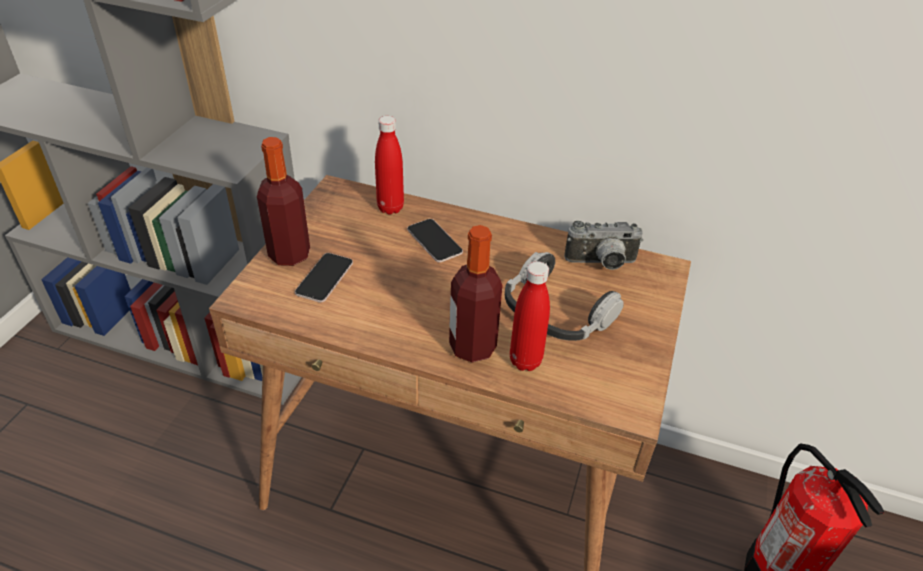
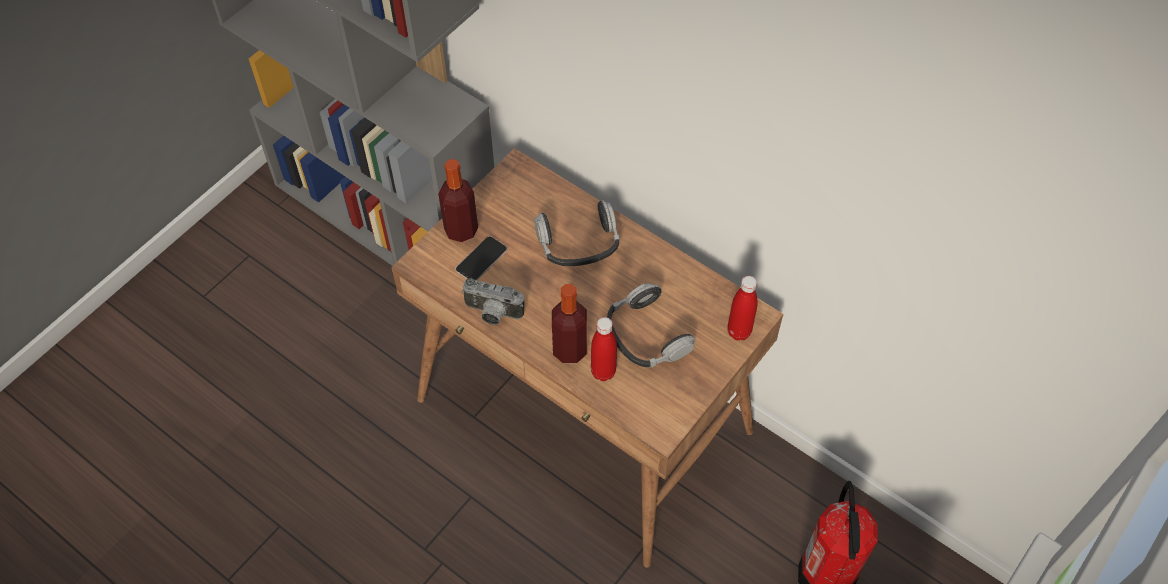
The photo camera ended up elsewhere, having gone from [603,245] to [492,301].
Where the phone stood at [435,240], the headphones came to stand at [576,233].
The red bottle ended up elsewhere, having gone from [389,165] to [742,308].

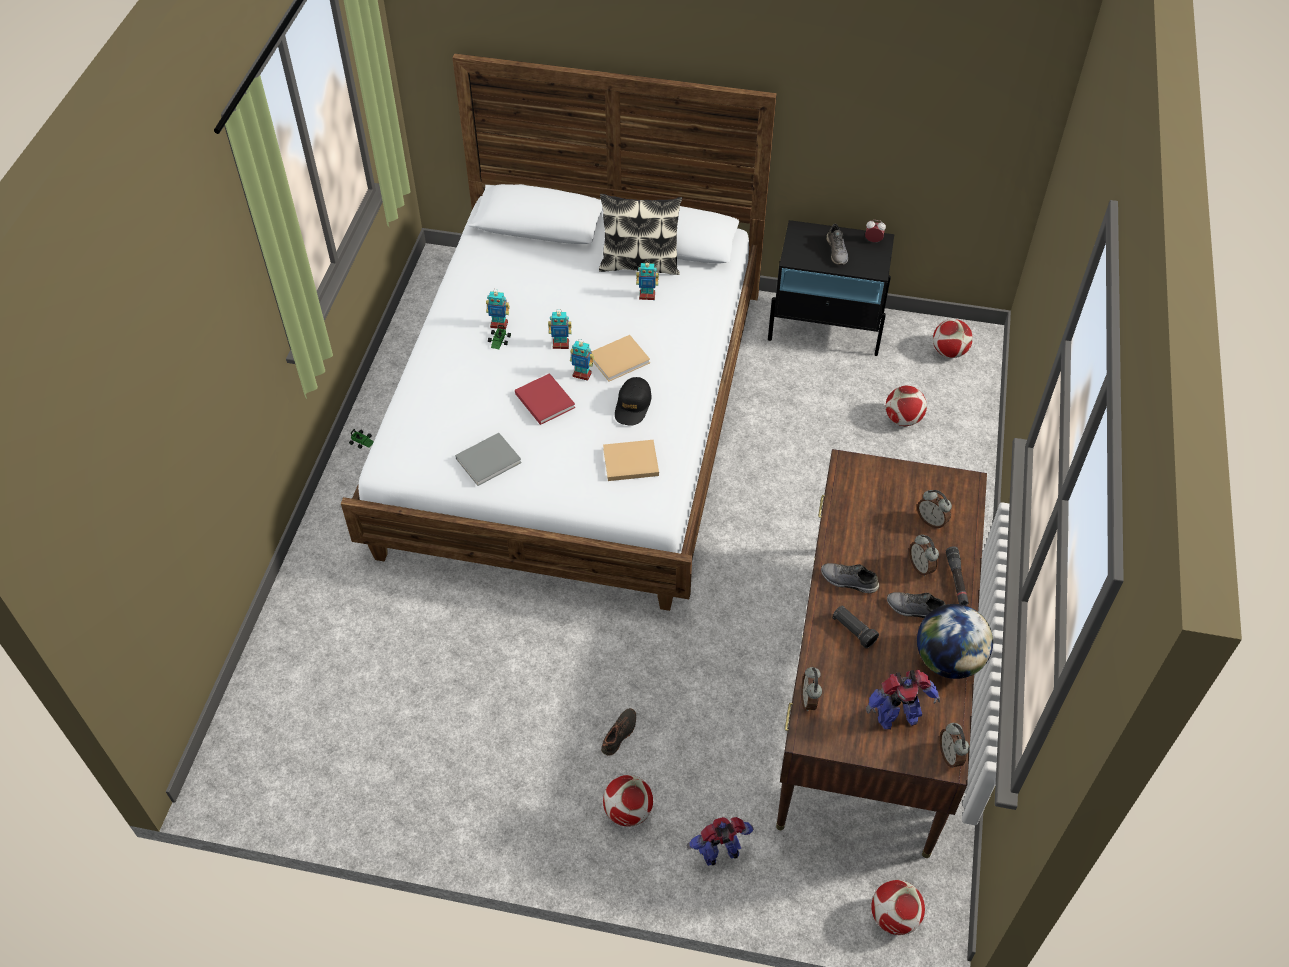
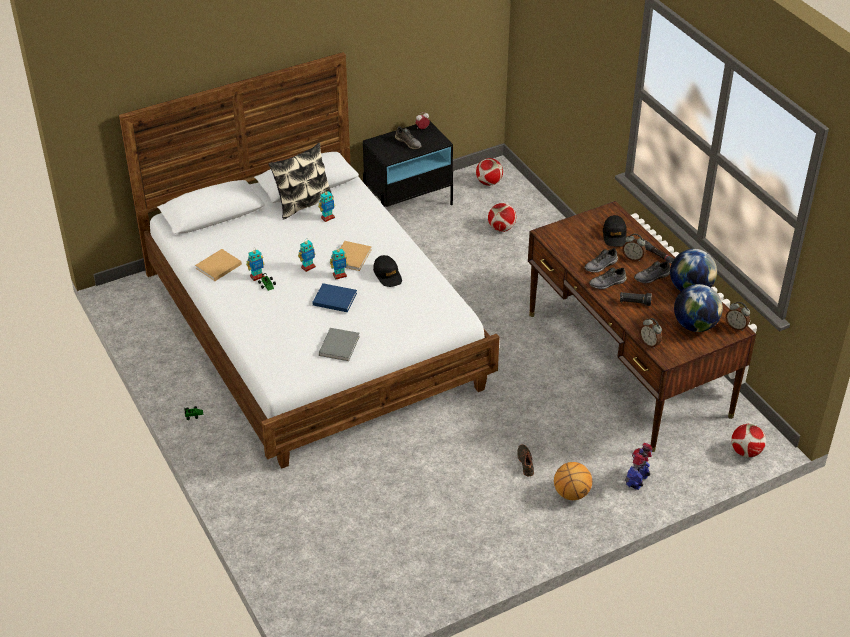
The beige book ended up elsewhere, having gone from [631,460] to [218,265].
What was the red book at [545,399] turned into the blue book at [335,297].
Where the football stood at [628,800], the basketball came to stand at [573,481].
The second view gained the grey shoe at [601,260].
Where the alarm clock stood at [934,509], the black cap came to stand at [615,231].
Where the toy robot stood at [903,699], the globe came to stand at [698,308].

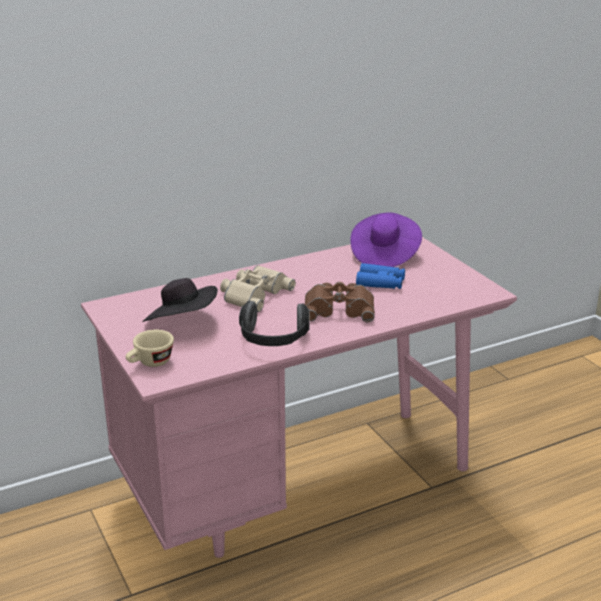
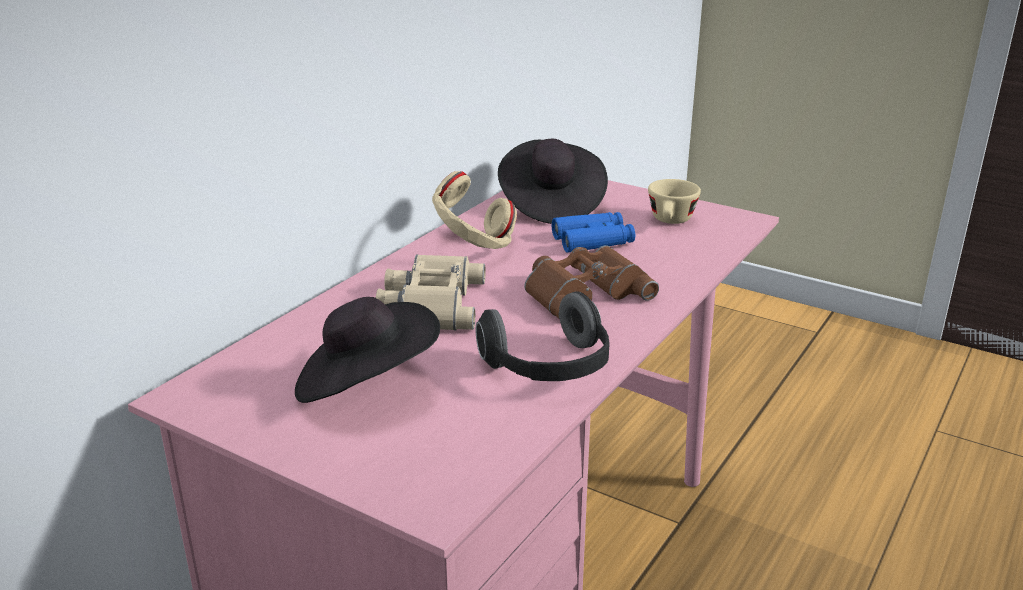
The second view gained the beige headphones at [474,210].
What was the purple hat at [386,239] turned into the black hat at [553,181].
The beige cup ended up elsewhere, having gone from [150,348] to [674,201].

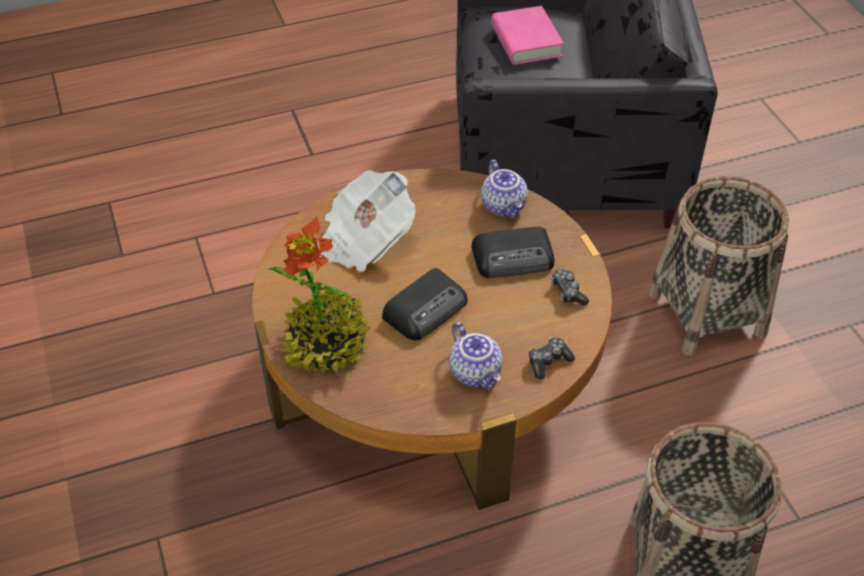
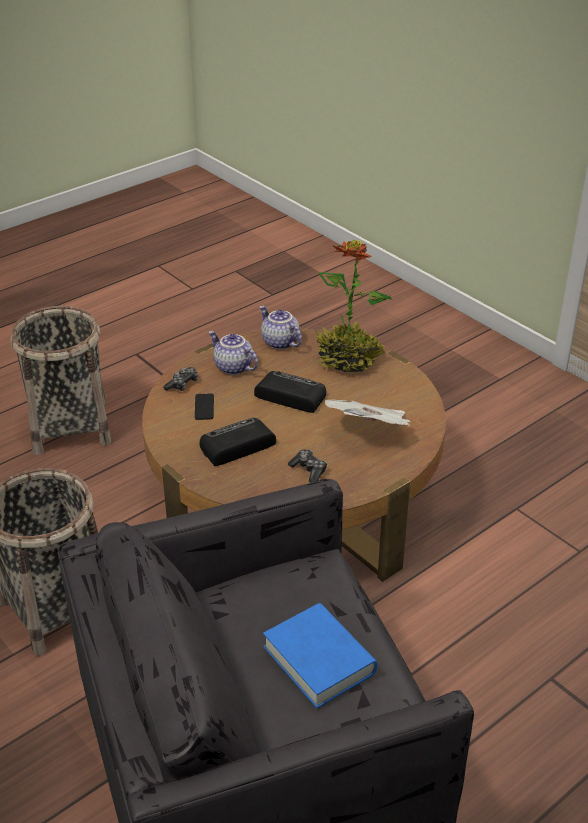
The second view gained the phone at [204,406].
The radio at [425,304] ended up facing another way, 90 degrees clockwise from before.
The teapot ended up elsewhere, having gone from [504,189] to [281,328].
What was the pink book at [527,35] turned into the blue book at [320,655].
The game controller ended up elsewhere, having gone from [570,287] to [307,466].

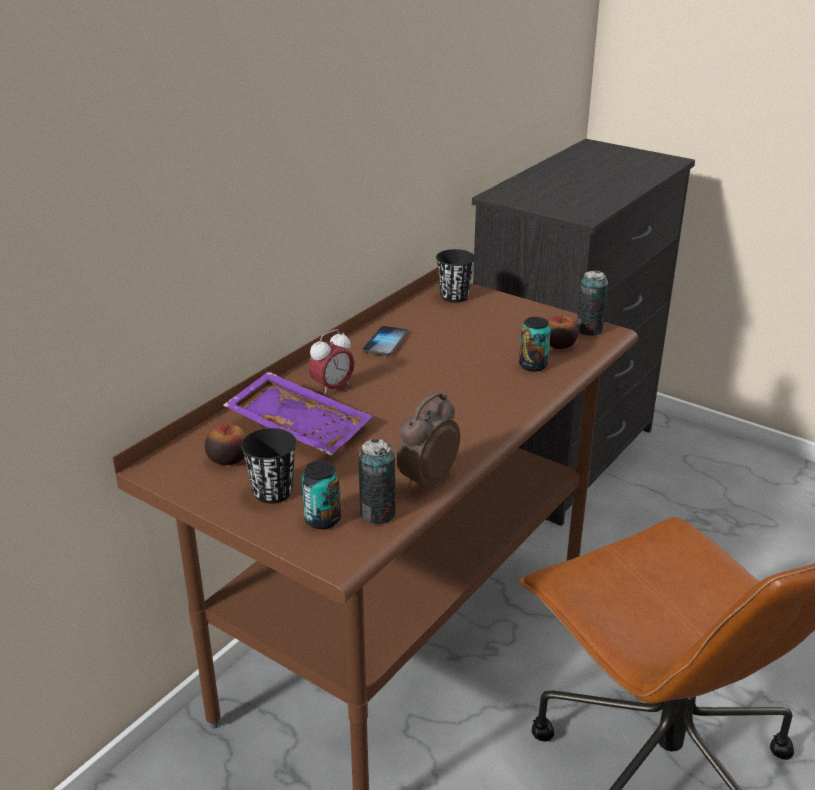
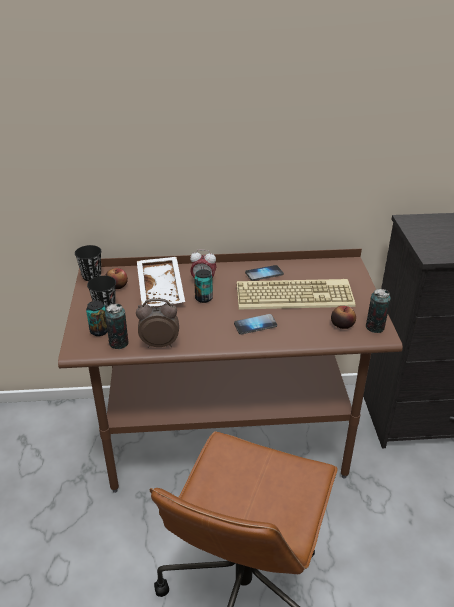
The black cup ended up elsewhere, having gone from [455,276] to [88,263].
What was the purple tray at [298,413] turned into the white tray at [161,282].
The can ended up elsewhere, having gone from [535,344] to [203,286].
The second view gained the phone at [255,324].
The second view gained the keyboard at [296,294].

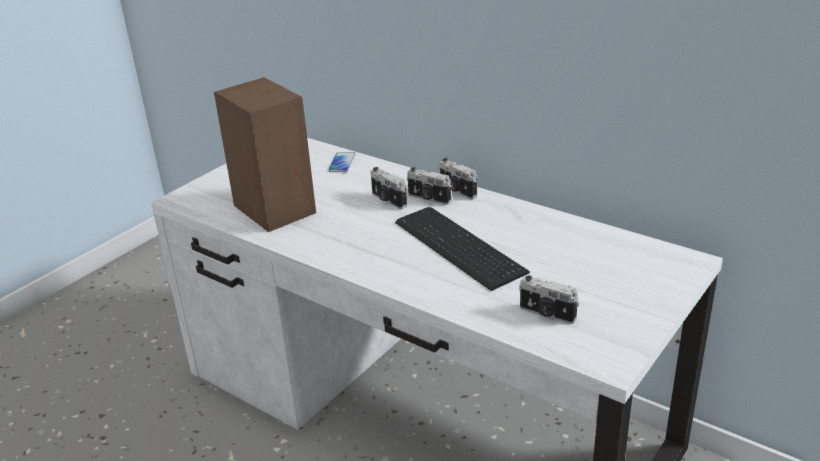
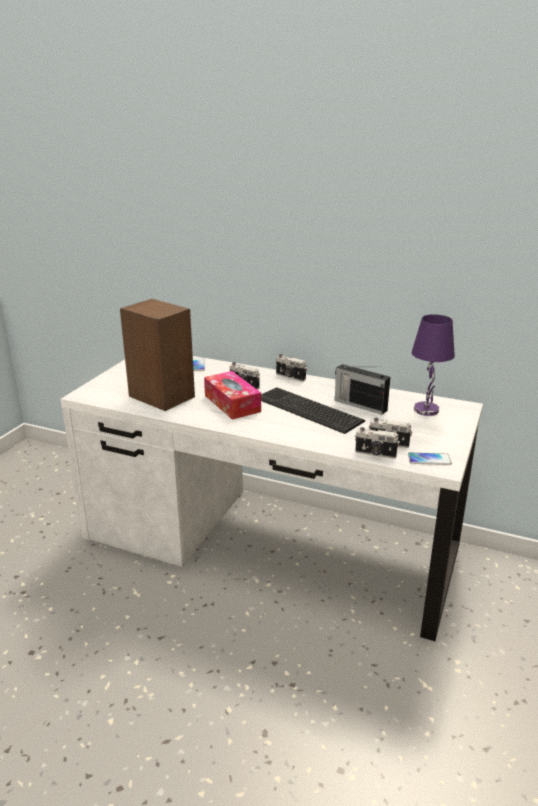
The second view gained the tissue box at [232,395].
The second view gained the radio at [362,389].
The photo camera ended up elsewhere, having gone from [429,186] to [377,443].
The second view gained the phone at [430,458].
The second view gained the purple table lamp at [433,365].

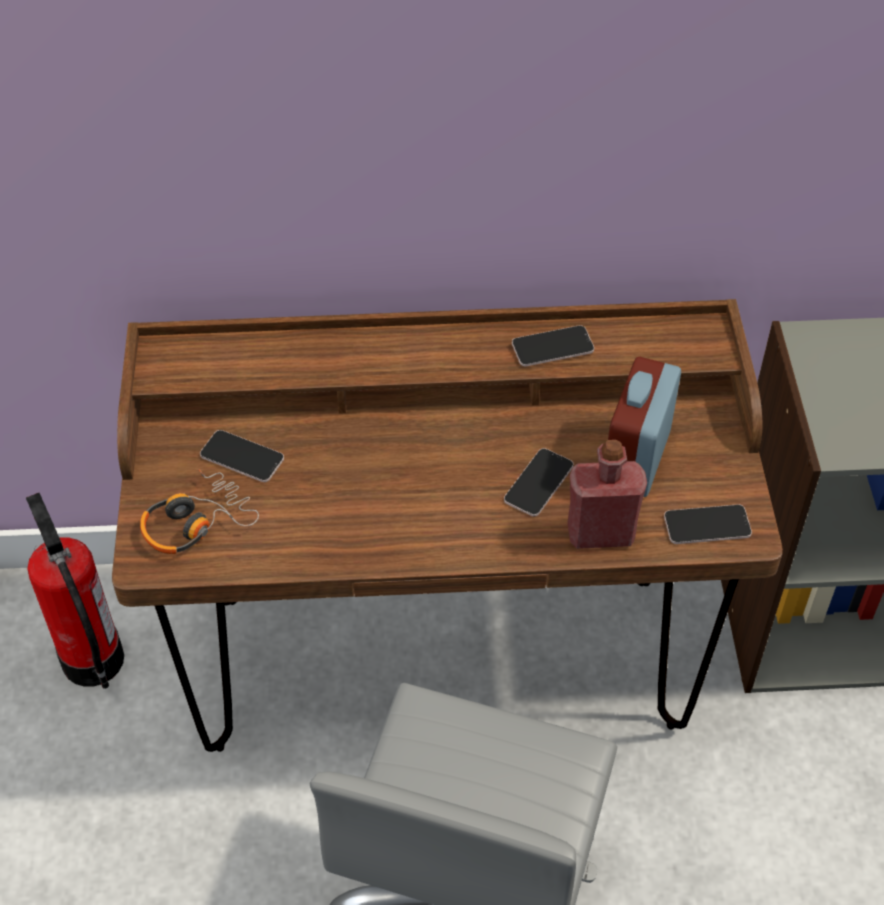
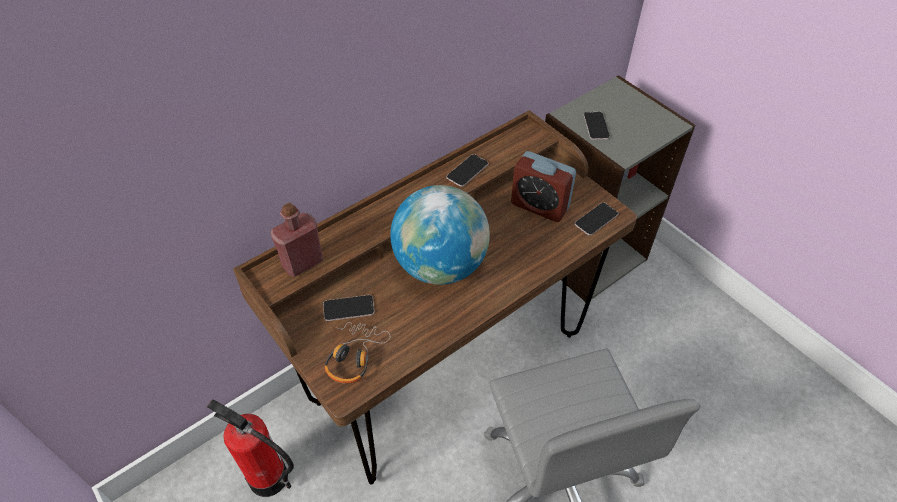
The red bottle ended up elsewhere, having gone from [607,494] to [297,240].
The second view gained the globe at [440,235].
The alarm clock at [644,427] ended up facing another way, 45 degrees counterclockwise from before.
The phone ended up elsewhere, having gone from [539,482] to [597,126].

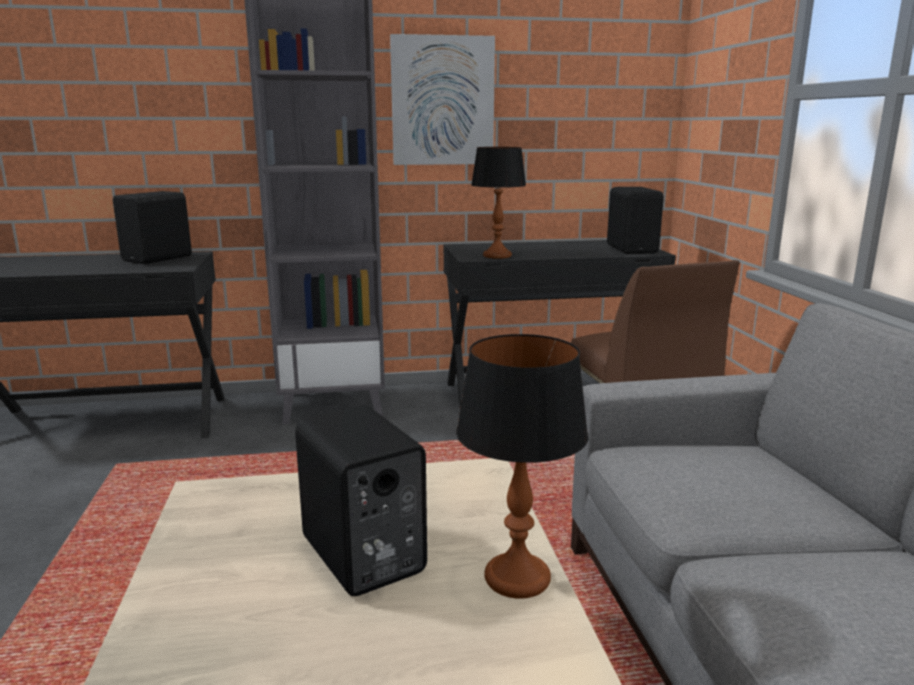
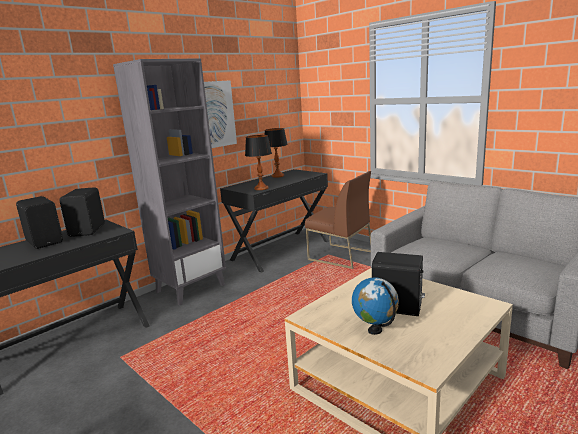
The black speaker ended up elsewhere, having gone from [635,220] to [39,222].
The table lamp ended up elsewhere, having gone from [522,466] to [276,153].
The second view gained the globe at [375,306].

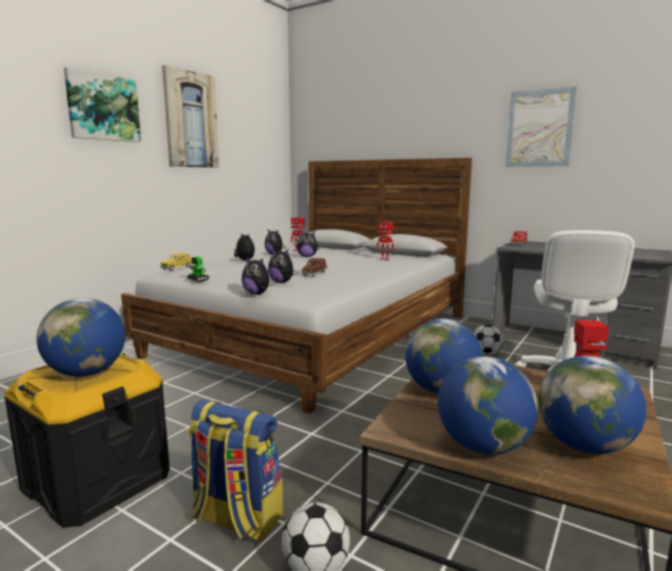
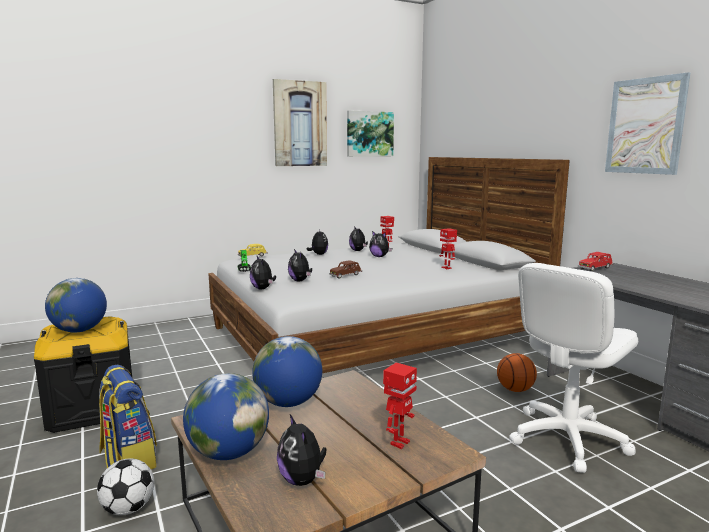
Where the globe stood at [592,405], the plush toy came to stand at [301,450].
The picture ended up elsewhere, having gone from [102,104] to [370,133].
Where the football stood at [488,340], the basketball came to stand at [517,372].

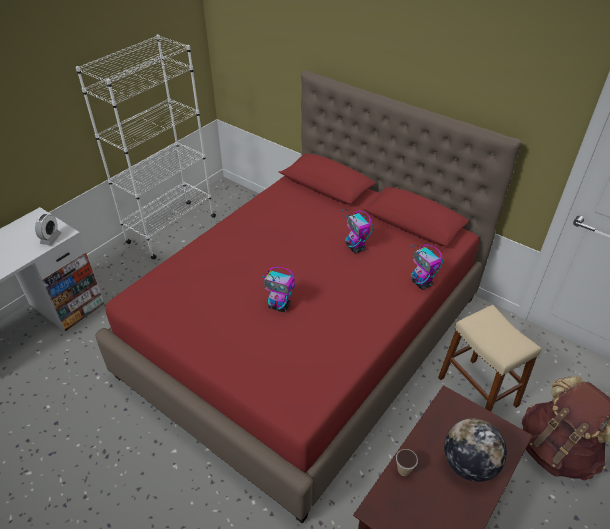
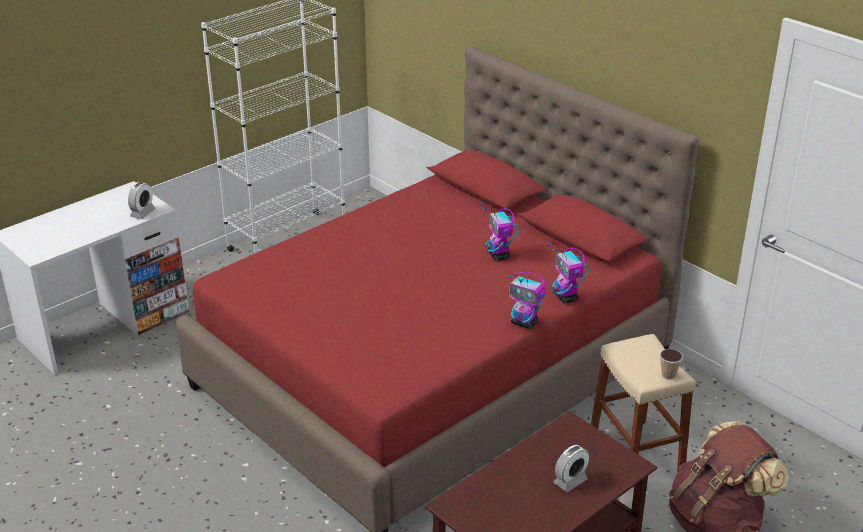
The toy robot ended up elsewhere, having gone from [278,289] to [527,300].
Where the globe stood at [475,450], the alarm clock came to stand at [571,468].
The cup ended up elsewhere, having gone from [407,462] to [671,364].

